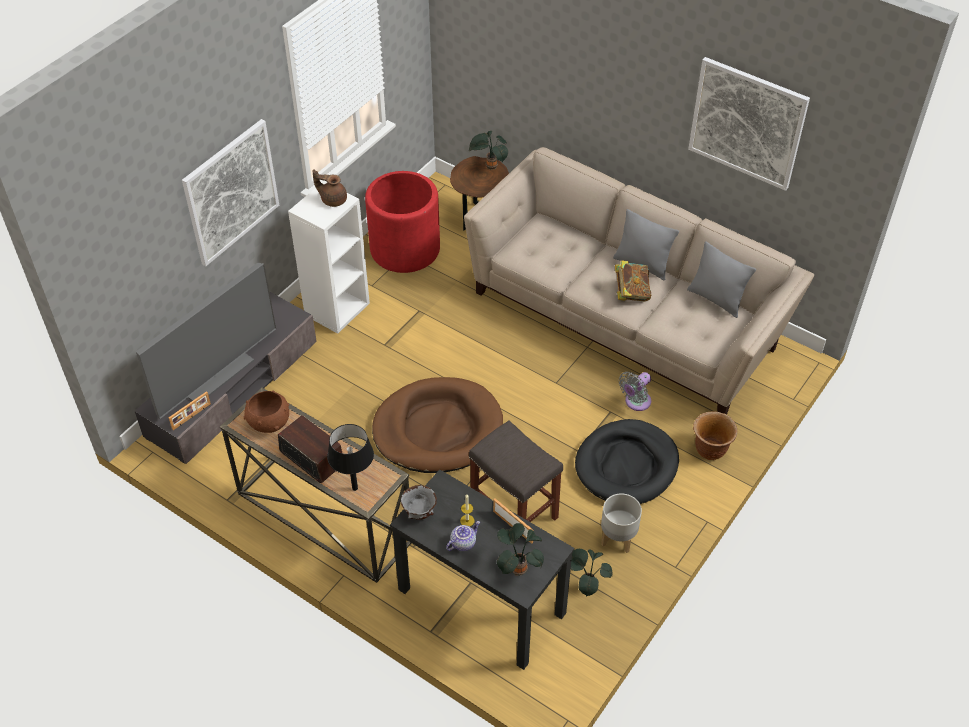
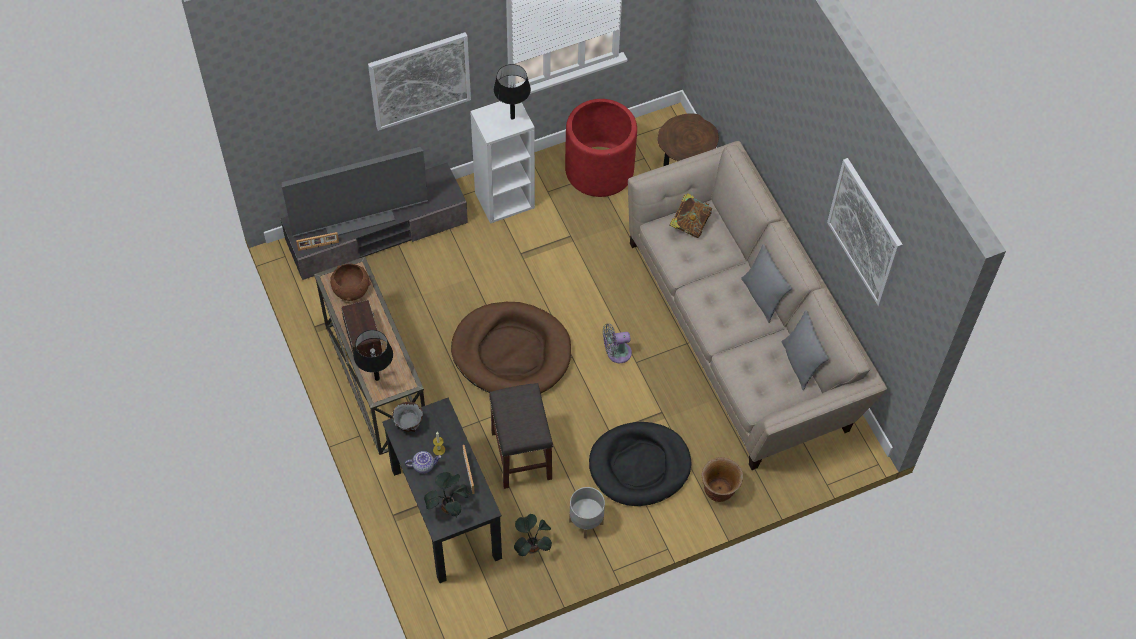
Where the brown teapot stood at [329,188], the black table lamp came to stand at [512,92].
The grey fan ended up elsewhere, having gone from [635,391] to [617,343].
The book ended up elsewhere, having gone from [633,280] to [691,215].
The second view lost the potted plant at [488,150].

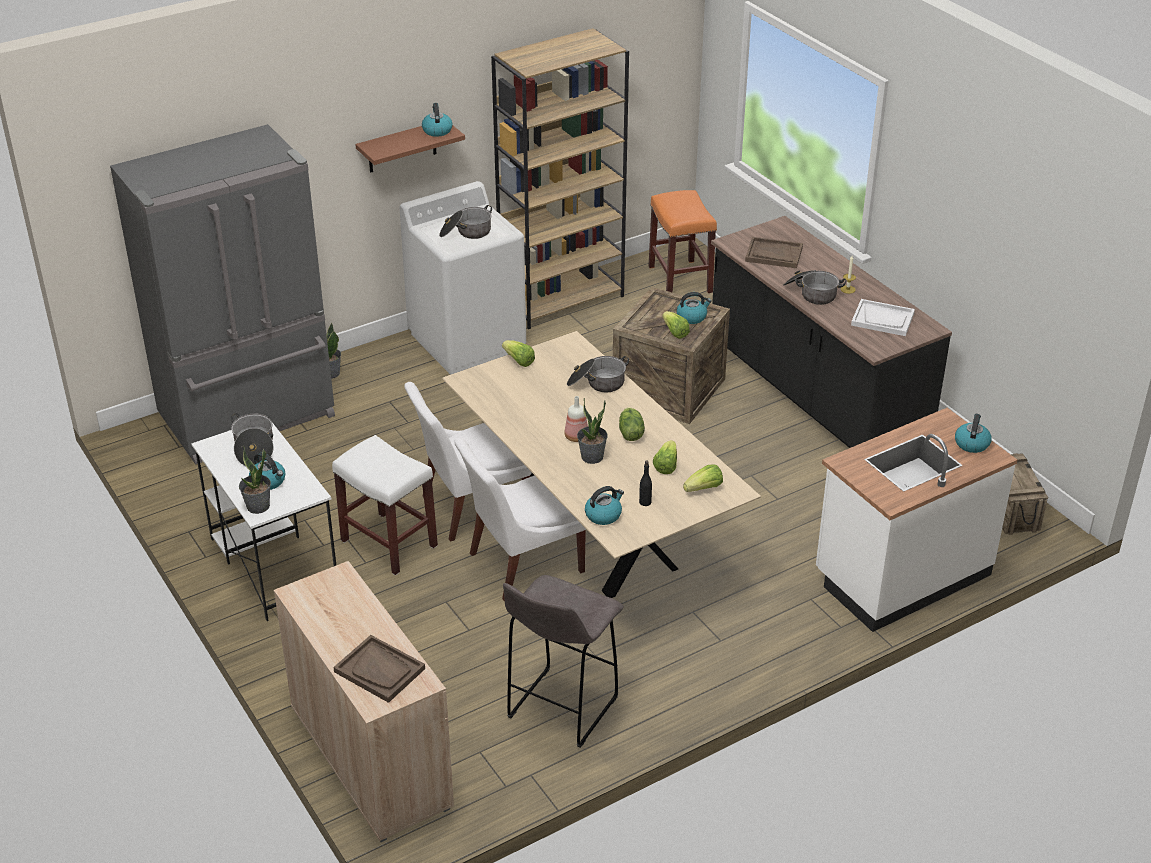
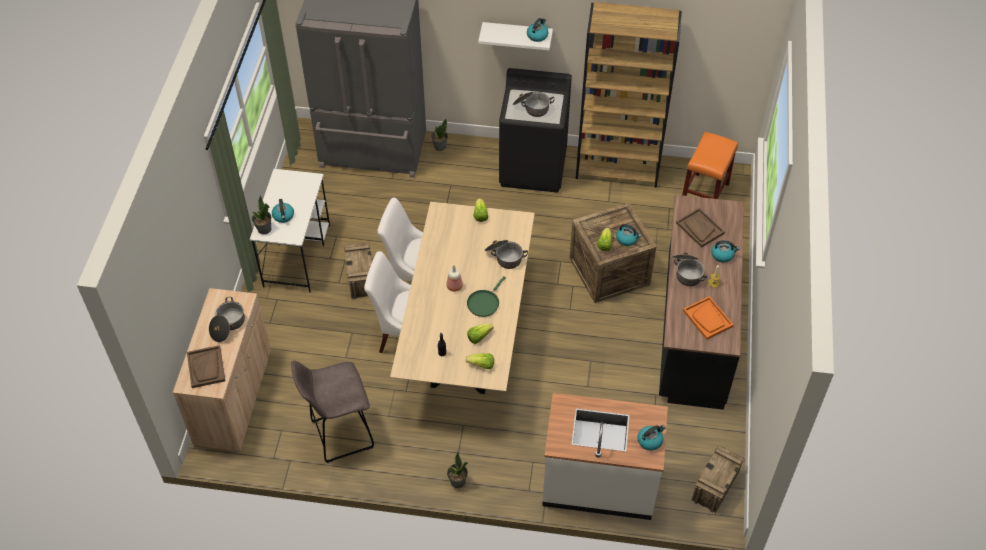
The cooking pot ended up elsewhere, having gone from [252,439] to [227,319].
Where the white stool stood at [385,505], the crate came to stand at [358,270].
The potted plant ended up elsewhere, having gone from [592,431] to [457,470].
Where the lettuce stood at [632,424], the green frying pan came to stand at [486,296].
What was the brown shelf at [410,149] turned into the white shelf at [515,36].
What was the white washing machine at [462,278] turned into the black washing machine at [535,130].
What was the white tray at [883,317] turned into the orange tray at [708,318].
The kettle ended up elsewhere, having gone from [604,505] to [725,251].

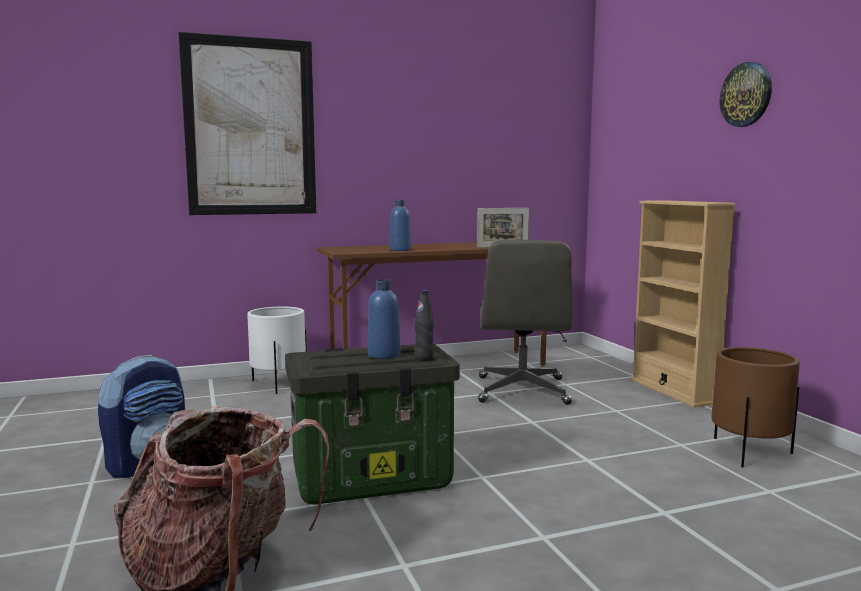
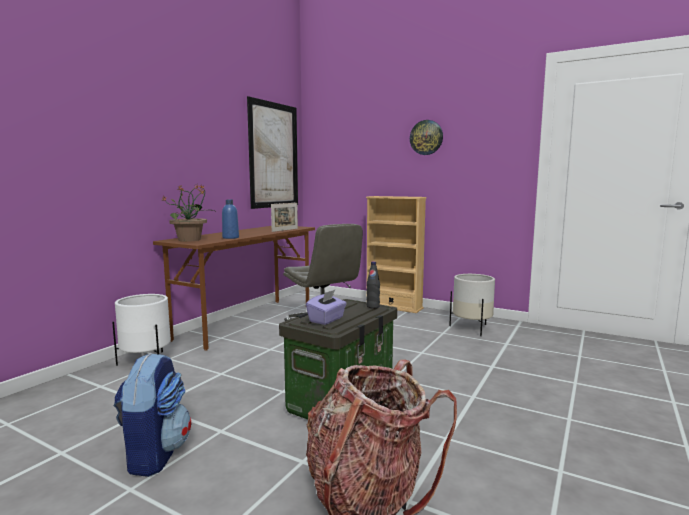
The second view gained the potted plant at [188,213].
The picture ended up elsewhere, having gone from [247,123] to [272,152].
The second view gained the purple tissue box at [326,307].
What was the brown planter at [755,407] turned into the white planter at [472,305].
The second view lost the blue bottle at [384,319].

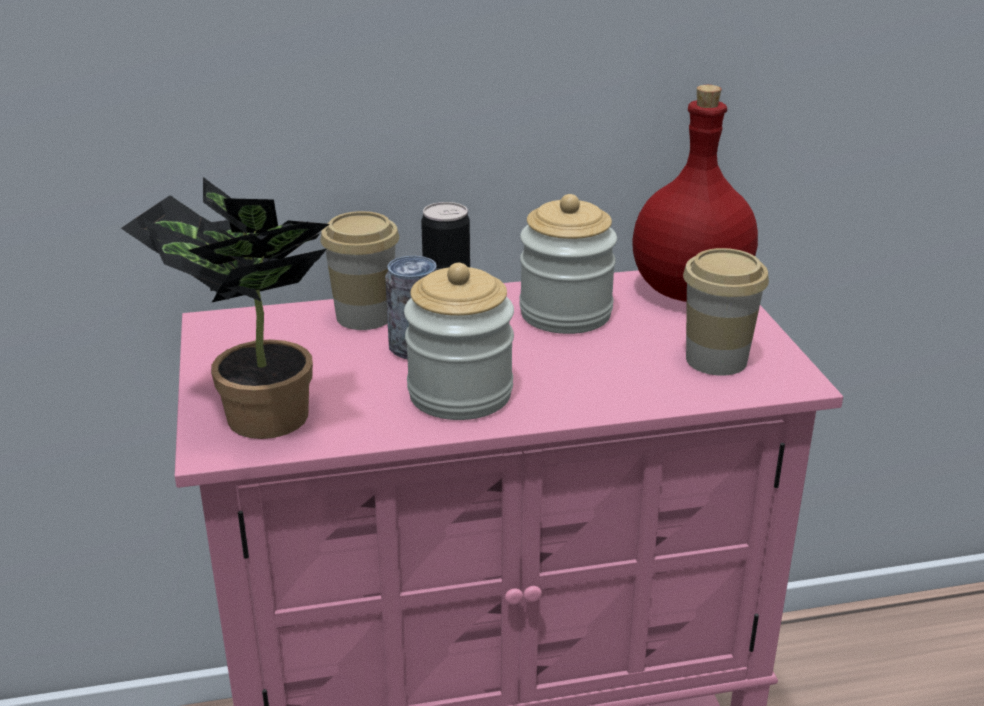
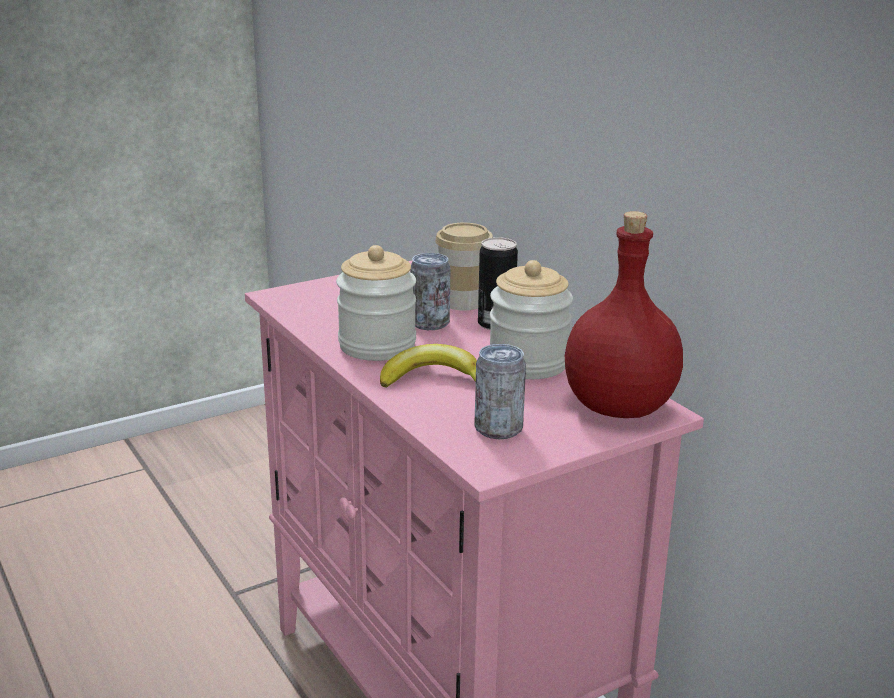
The second view gained the banana at [428,365].
Where the cup stood at [726,312], the can came to stand at [500,391].
The second view lost the potted plant at [225,308].

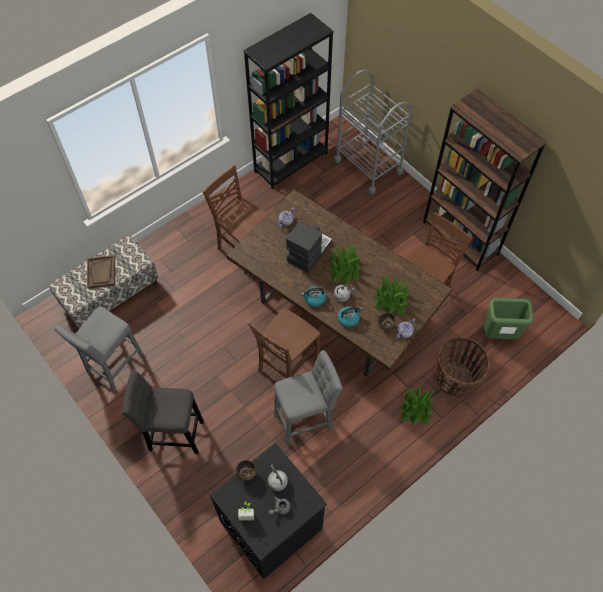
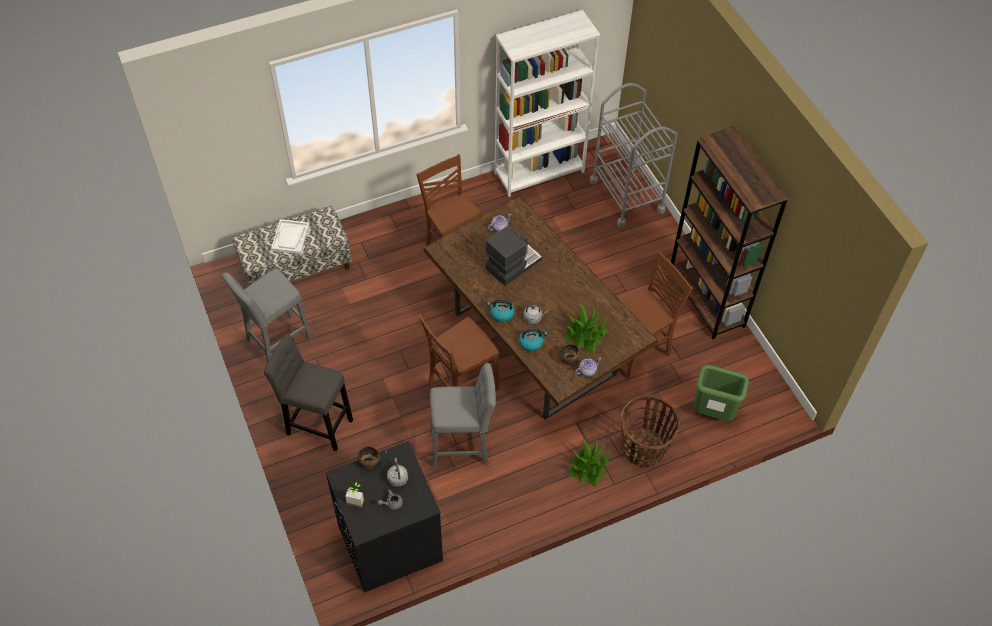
What was the brown tray at [101,272] turned into the white tray at [290,236].
What was the black bookcase at [288,101] turned into the white bookcase at [547,103].
The second view lost the potted plant at [344,263].

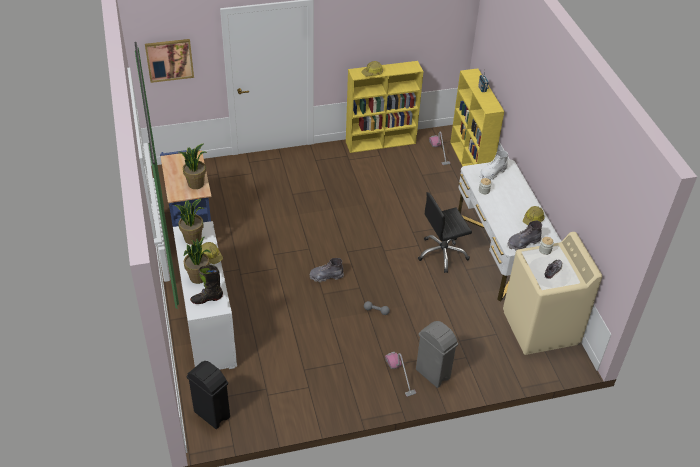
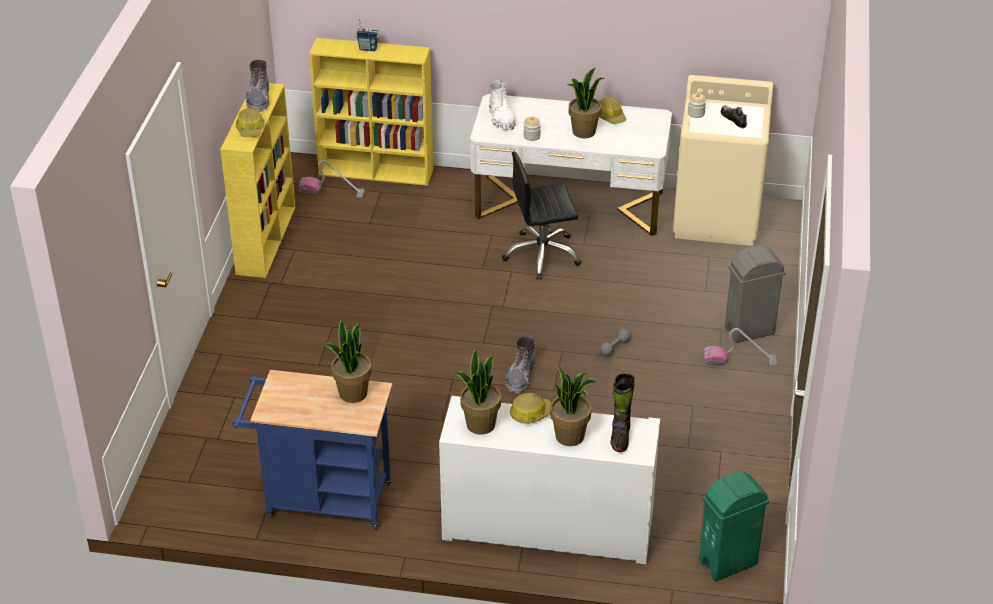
The grey boot ended up elsewhere, having gone from [524,235] to [258,86].
The black office chair at [445,232] ended up facing another way, 75 degrees clockwise from before.
The second view gained the potted plant at [585,103].
What was the black trash can at [208,395] turned into the green trash can at [734,526].
The second view lost the picture at [169,61].

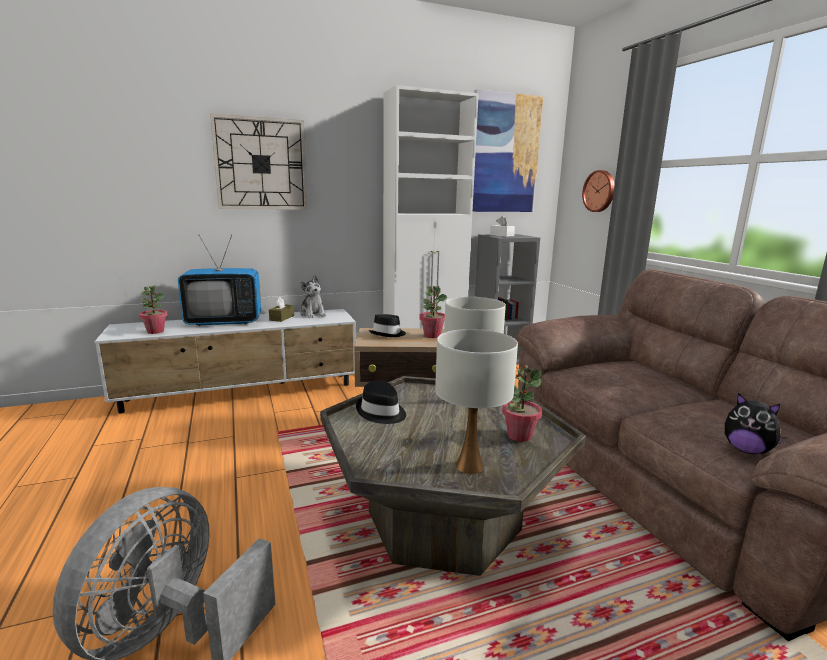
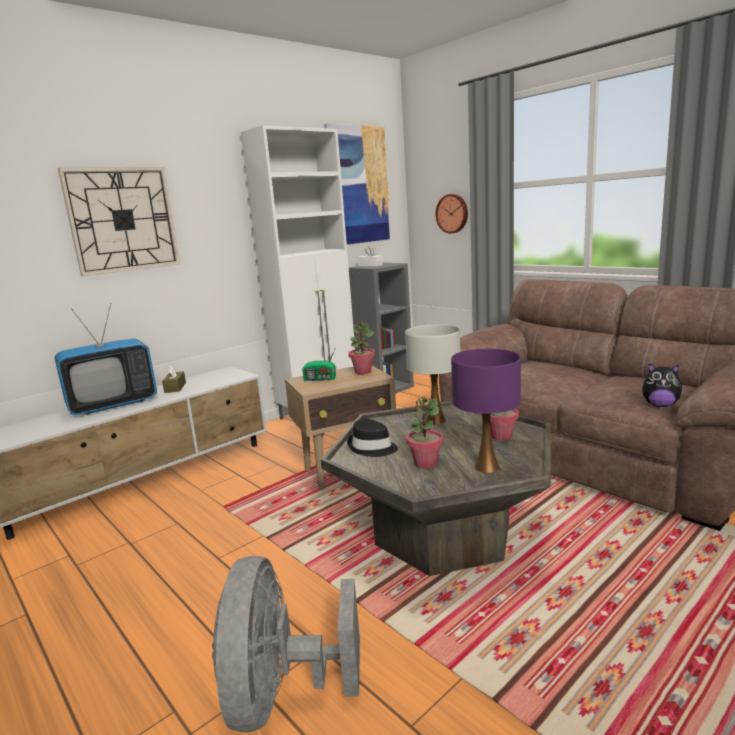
Where the black hat stood at [387,325], the radio came to stand at [319,364].
The potted plant ended up elsewhere, having gone from [153,309] to [424,432].
What was the white table lamp at [476,401] turned into the purple table lamp at [486,411].
The second view lost the plush toy at [313,296].

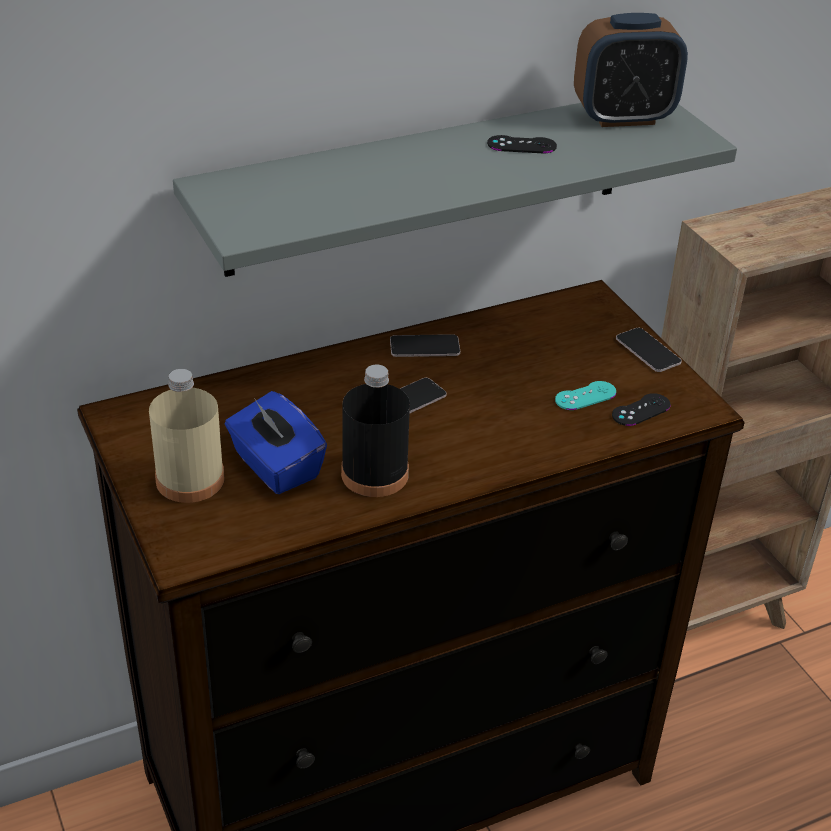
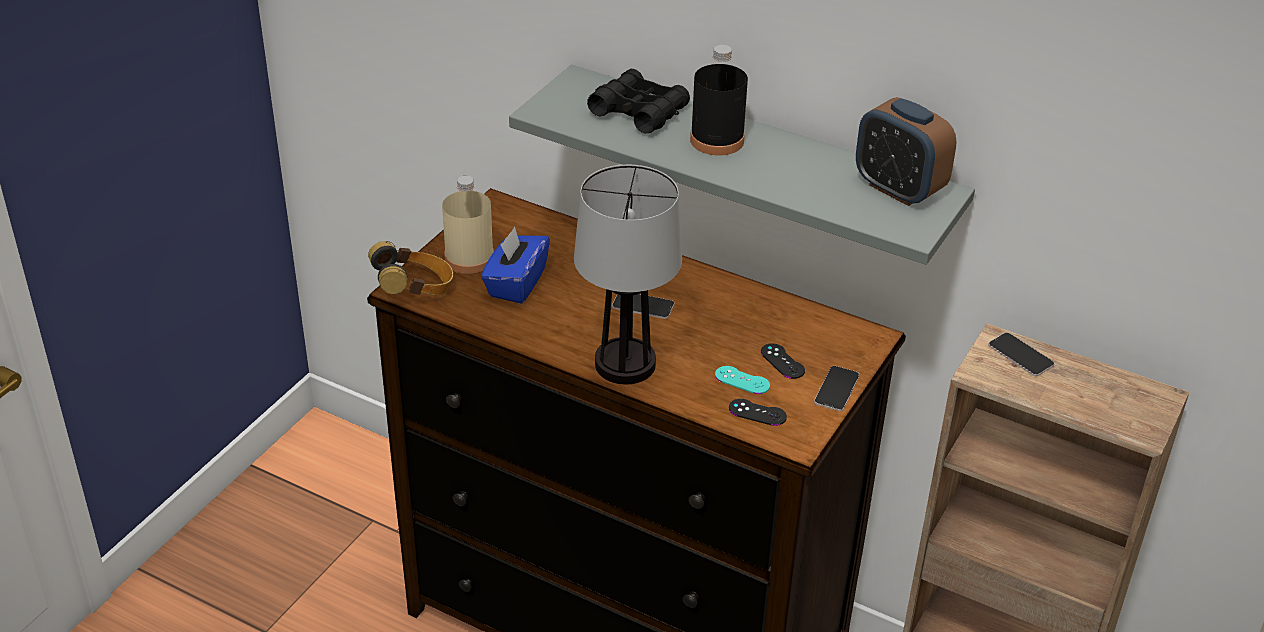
The second view gained the headphones at [410,268].
The second view gained the table lamp at [628,274].
The second view gained the black binoculars at [638,101].
The black bottle ended up elsewhere, having gone from [375,431] to [719,100].
The black game controller ended up elsewhere, having gone from [522,144] to [783,361].
The phone ended up elsewhere, having gone from [425,345] to [1021,354].

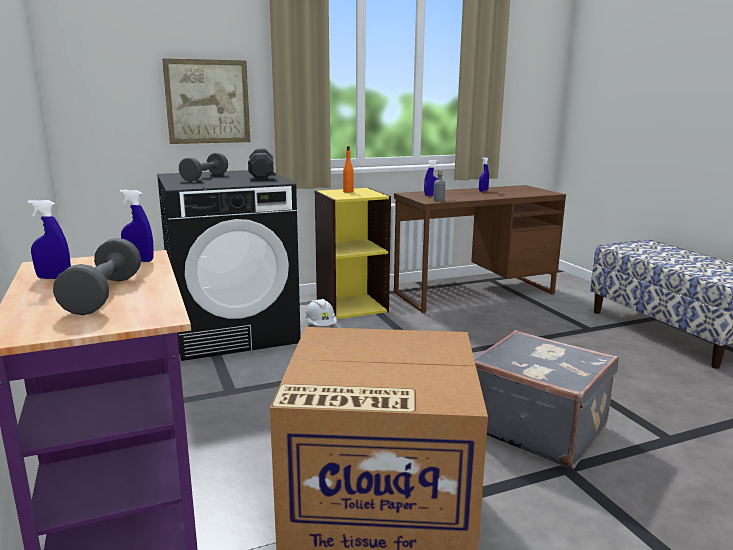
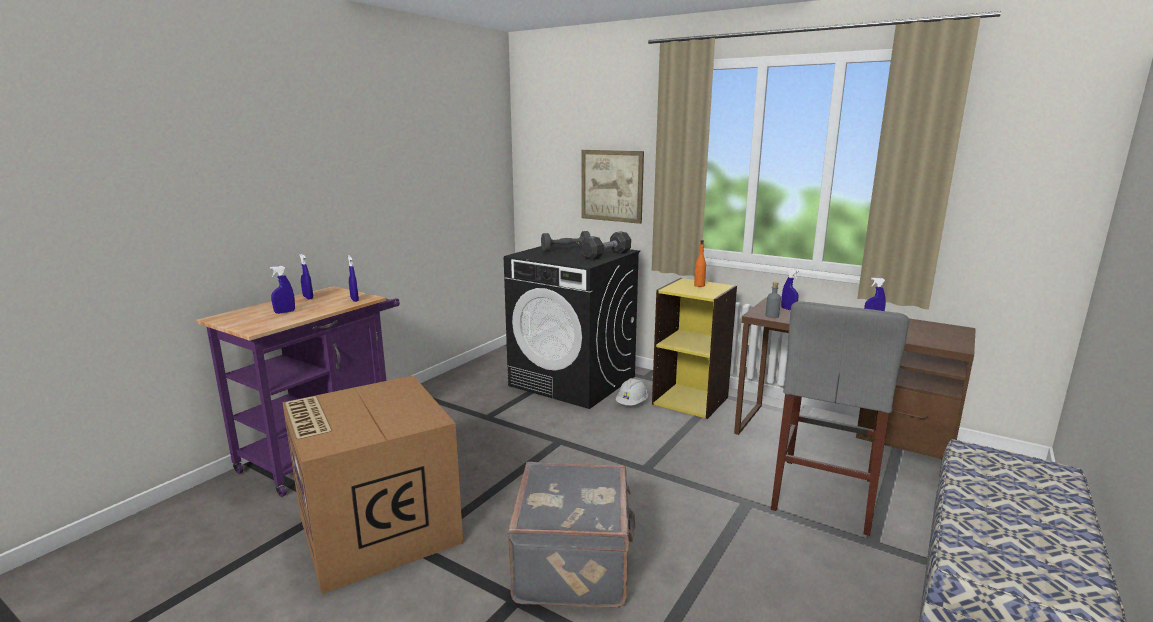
Where the grey dumbbell stood at [97,276], the blue spray bottle came to stand at [282,290].
The second view gained the grey stool at [840,418].

